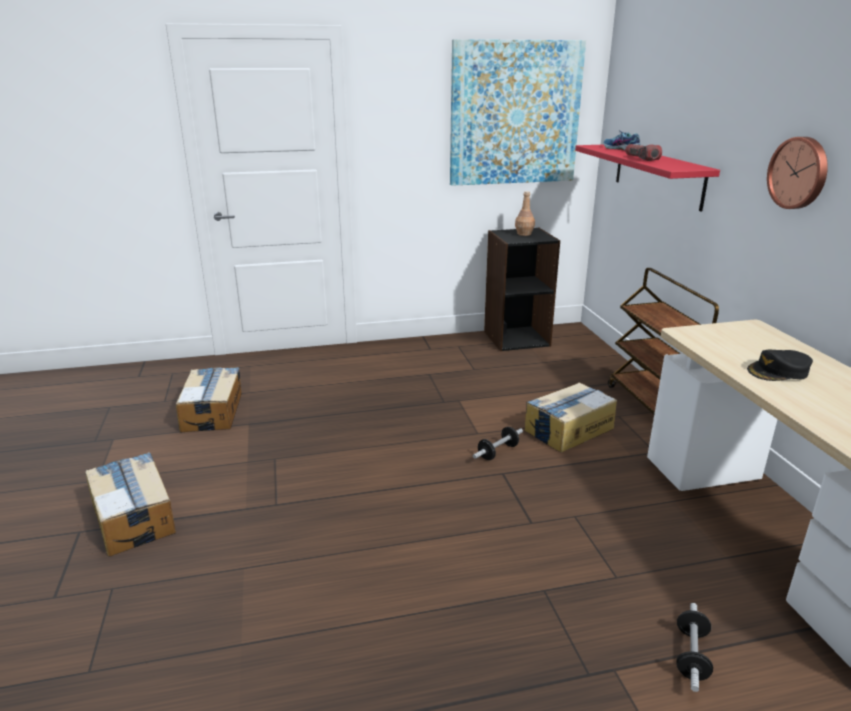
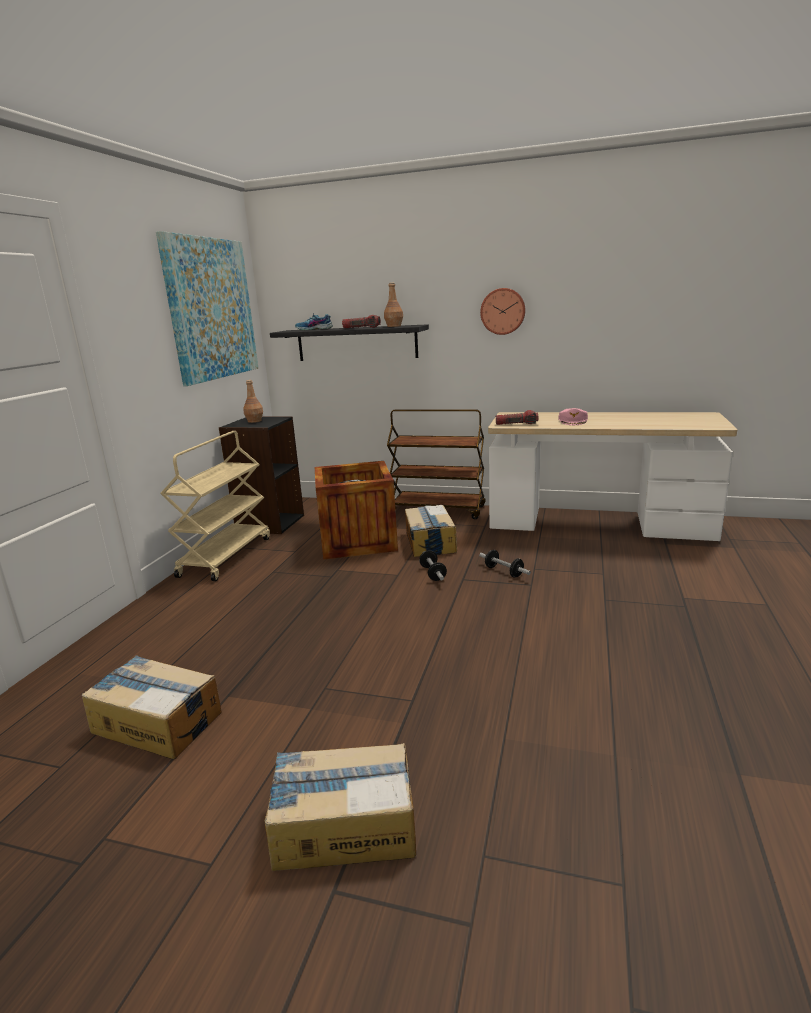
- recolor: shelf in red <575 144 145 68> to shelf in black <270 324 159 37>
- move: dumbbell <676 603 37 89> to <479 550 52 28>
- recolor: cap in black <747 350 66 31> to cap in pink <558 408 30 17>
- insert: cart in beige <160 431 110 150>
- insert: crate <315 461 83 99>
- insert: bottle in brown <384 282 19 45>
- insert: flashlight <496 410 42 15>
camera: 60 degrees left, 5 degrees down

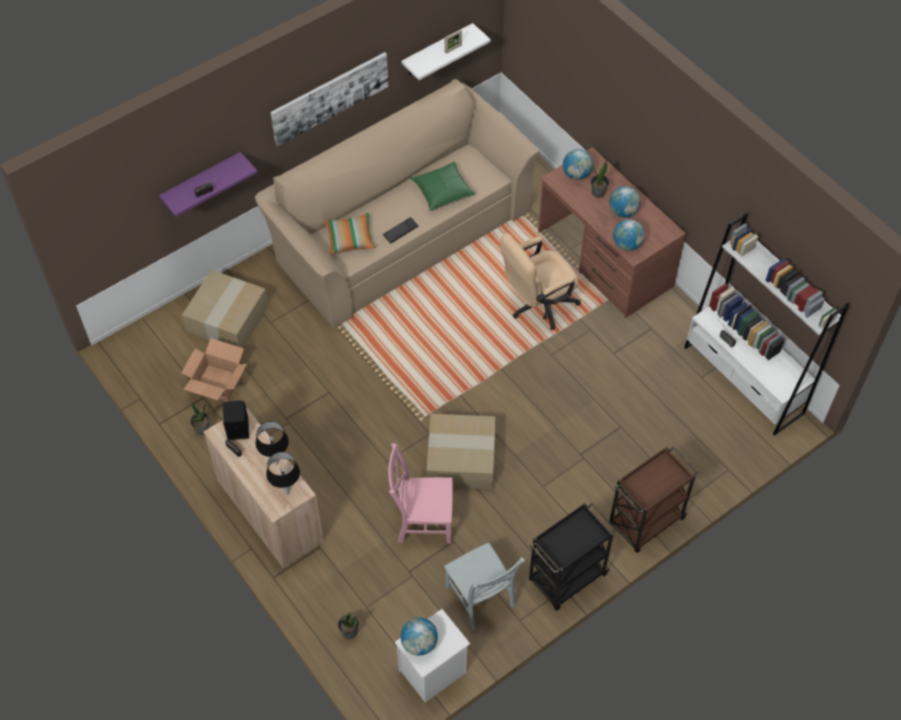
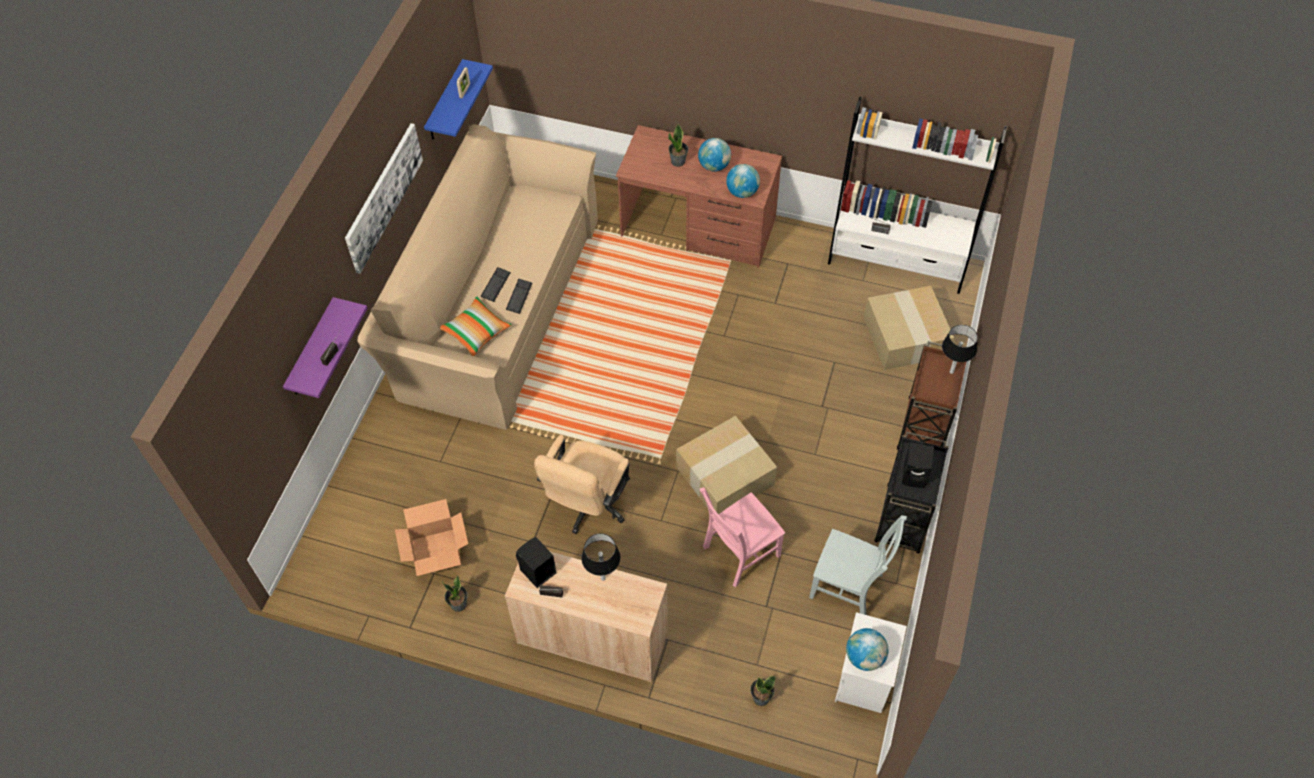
- move: cardboard box <182 270 87 78> to <864 286 90 84>
- move: table lamp in black <266 452 34 43> to <942 325 36 49>
- recolor: shelf in white <401 23 90 57> to shelf in blue <424 59 69 81>
- delete: pillow in green <410 162 65 49>
- move: office chair in beige <500 233 81 97> to <534 435 96 99>
- delete: globe <563 149 30 31>
- insert: keyboard <481 267 30 35>
- insert: speaker in black <902 442 32 46>
camera: 35 degrees left, 0 degrees up

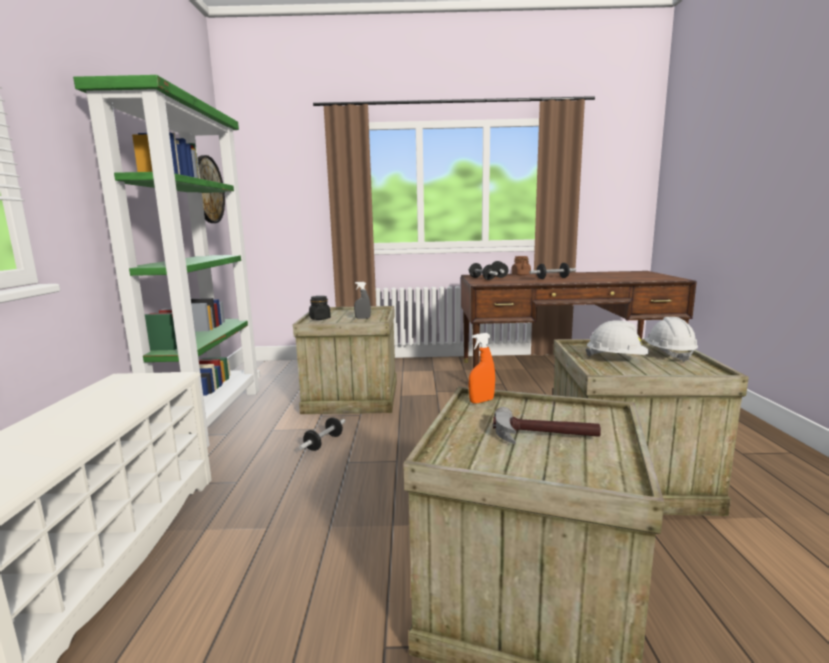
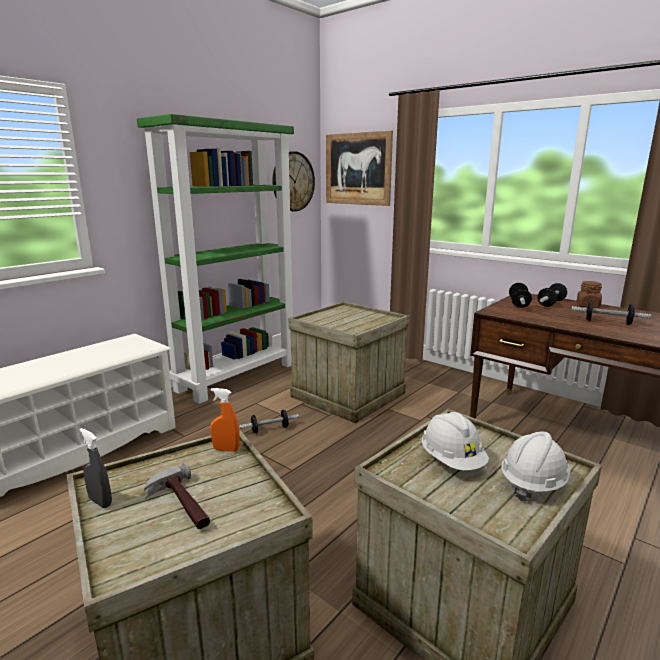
- delete: jar in black <309 296 22 24>
- move: spray bottle in grey <354 282 17 37> to <80 428 32 80>
- insert: picture <326 130 67 76>
camera: 40 degrees right, 5 degrees up

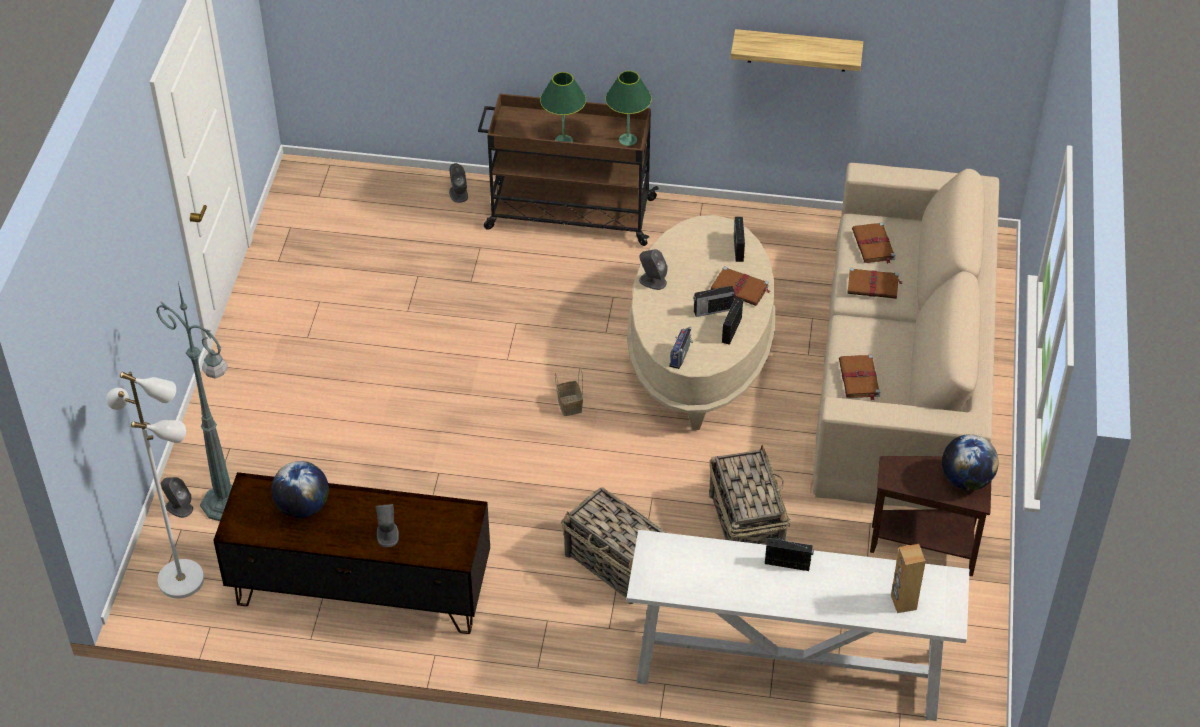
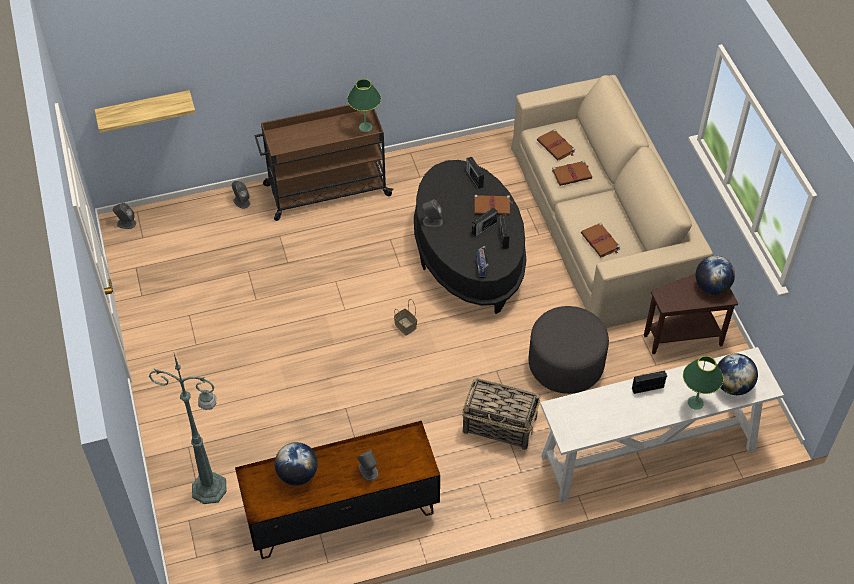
- delete: floor lamp in white <106 372 98 227>
- move: speaker in grey <161 477 32 41> to <113 203 23 26>
- move: table lamp in green <540 72 46 70> to <683 356 41 54>
- recolor: coffee table in beige <627 215 148 215> to coffee table in black <414 160 112 154>
- replace: basket <709 445 82 100> to ottoman in grey <529 306 80 88>
- move: shelf <731 29 132 43> to <95 90 101 43>
- replace: speaker in brown <891 544 35 69> to globe <718 354 40 41>
camera: 25 degrees left, 5 degrees up

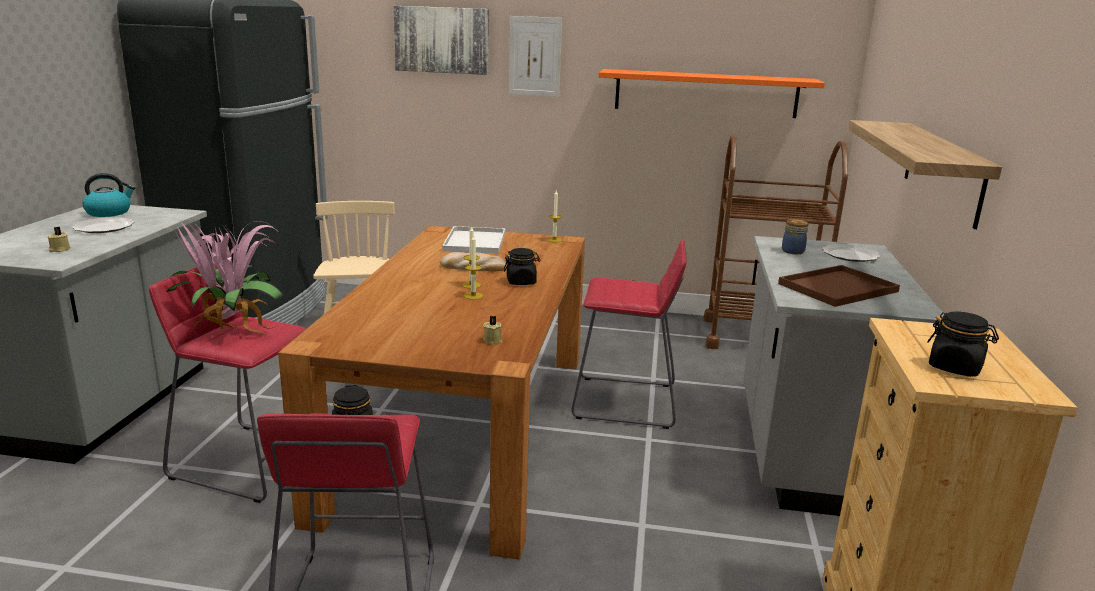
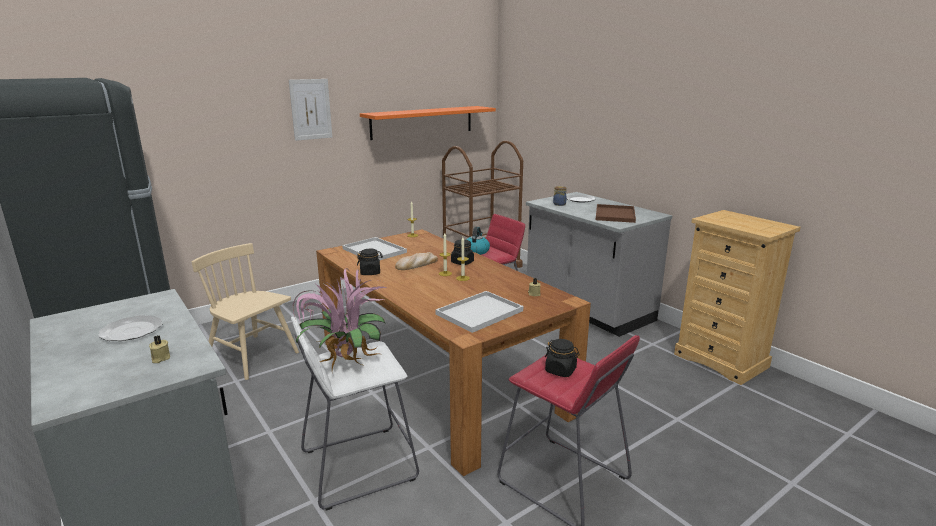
- move: kettle <82 173 53 44> to <466 227 24 28>
- recolor: stool in red <149 265 157 238> to stool in white <291 317 128 194>
- delete: picture <393 6 96 69>
- delete: shelf <848 120 154 109>
- move: jar in black <927 311 72 66> to <357 249 26 26>
- insert: tray in white <435 291 88 42>
camera: 45 degrees left, 0 degrees up

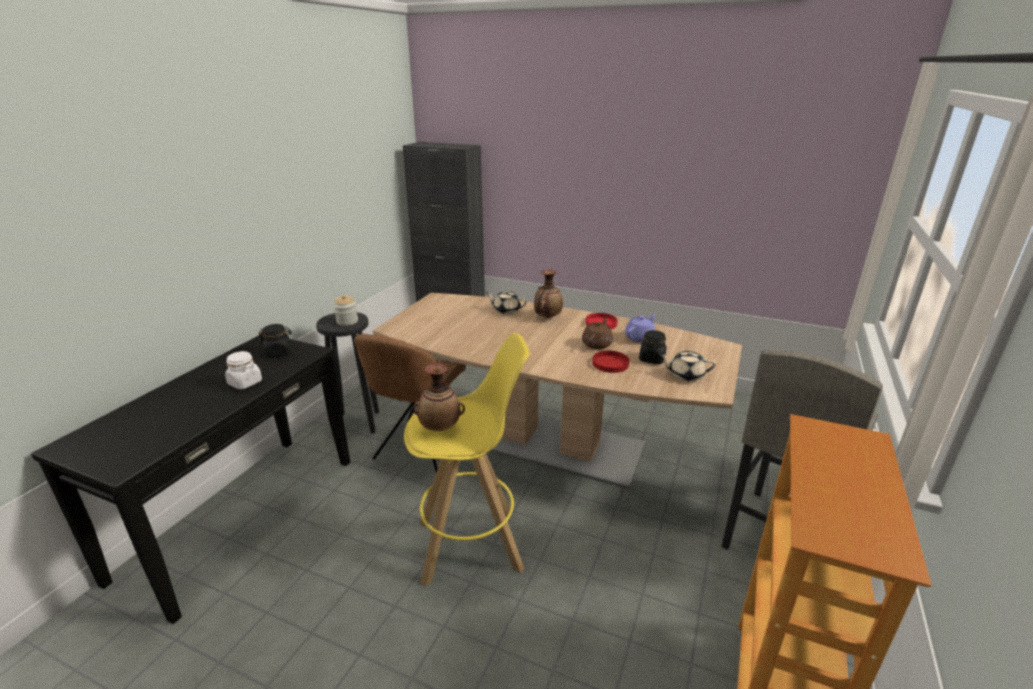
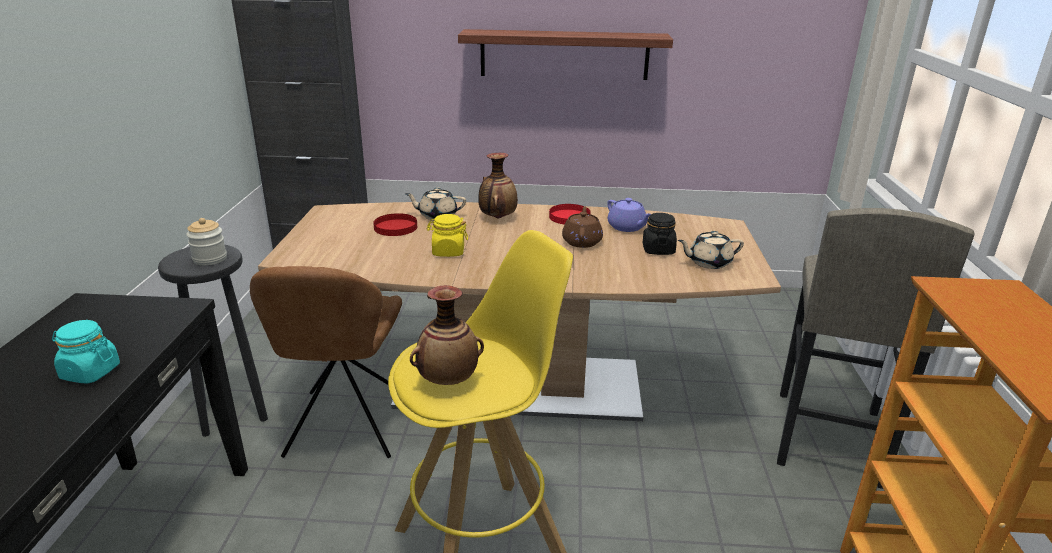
- recolor: jar in white <225 351 37 39> to jar in turquoise <52 320 68 64>
- delete: jar in black <259 324 33 33>
- move: plate in red <592 351 37 22> to <373 213 44 23>
- rotate: teapot in purple <625 314 31 29> = <607 198 44 34> 120 degrees clockwise
- insert: jar in yellow <427 214 41 43>
- insert: shelf <458 29 215 51>
camera: 20 degrees left, 0 degrees up

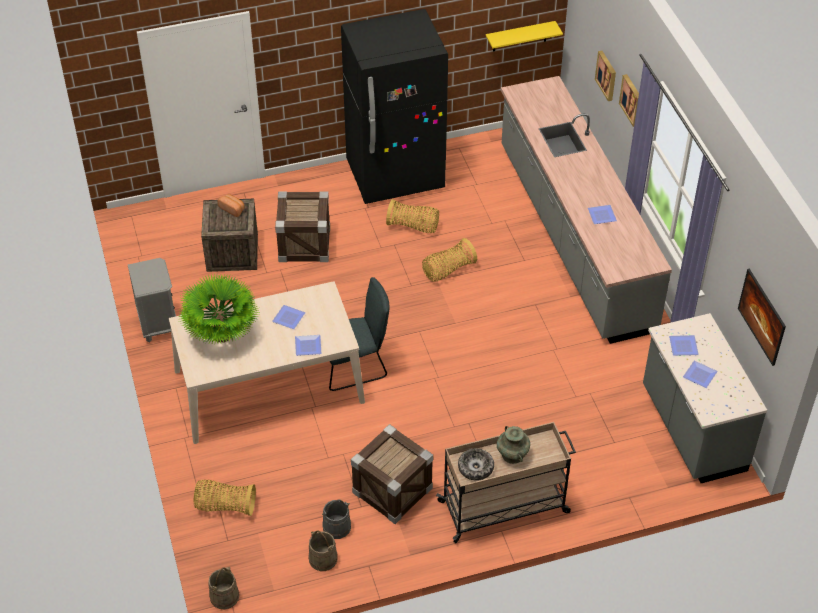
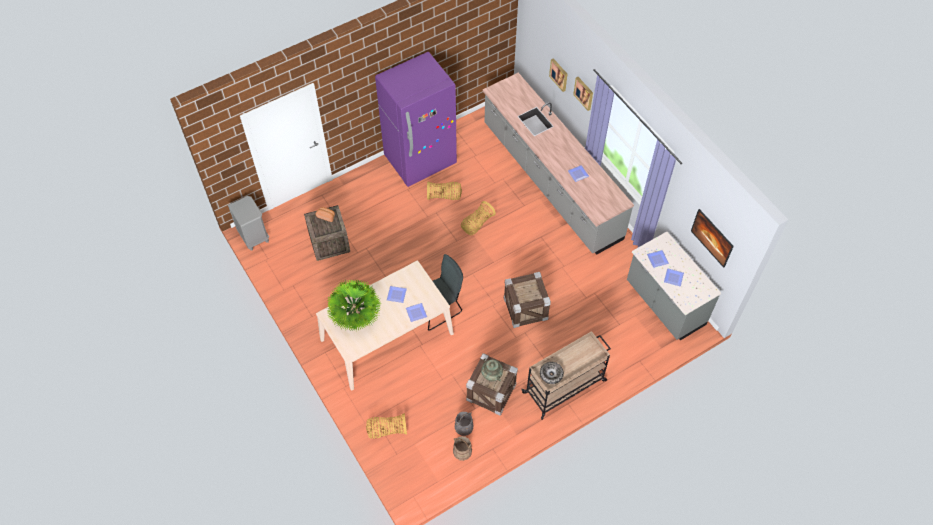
- move: nightstand in grey <128 258 48 84> to <228 196 41 54>
- delete: bucket in beige <208 567 31 42>
- move: crate <275 192 55 70> to <504 272 47 56>
- recolor: fridge in black <341 9 107 195> to fridge in purple <375 52 82 135>
- delete: shelf in yellow <486 21 77 31>
- move: vase in turquoise <497 426 33 38> to <481 358 22 24>
camera: 15 degrees left, 10 degrees up

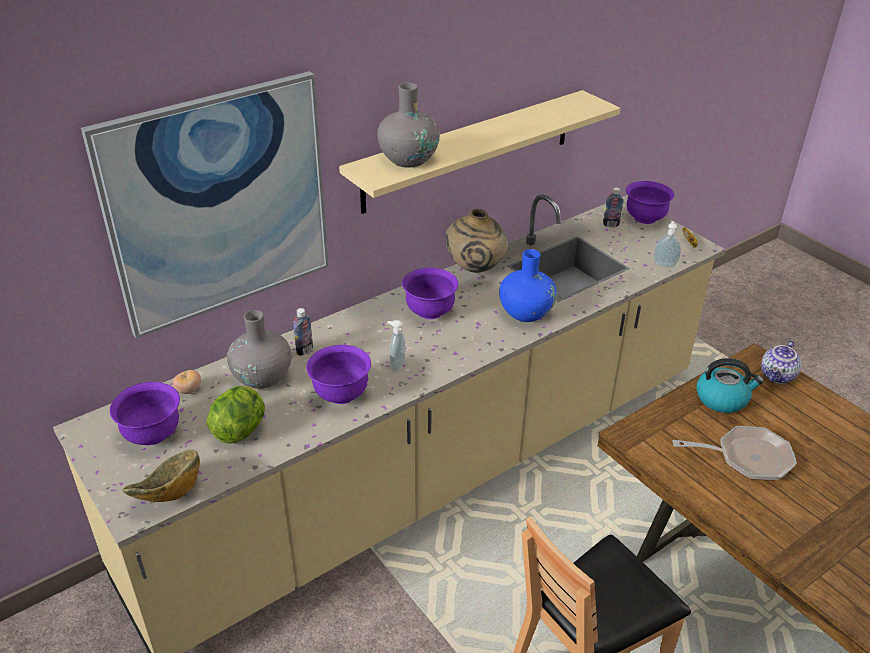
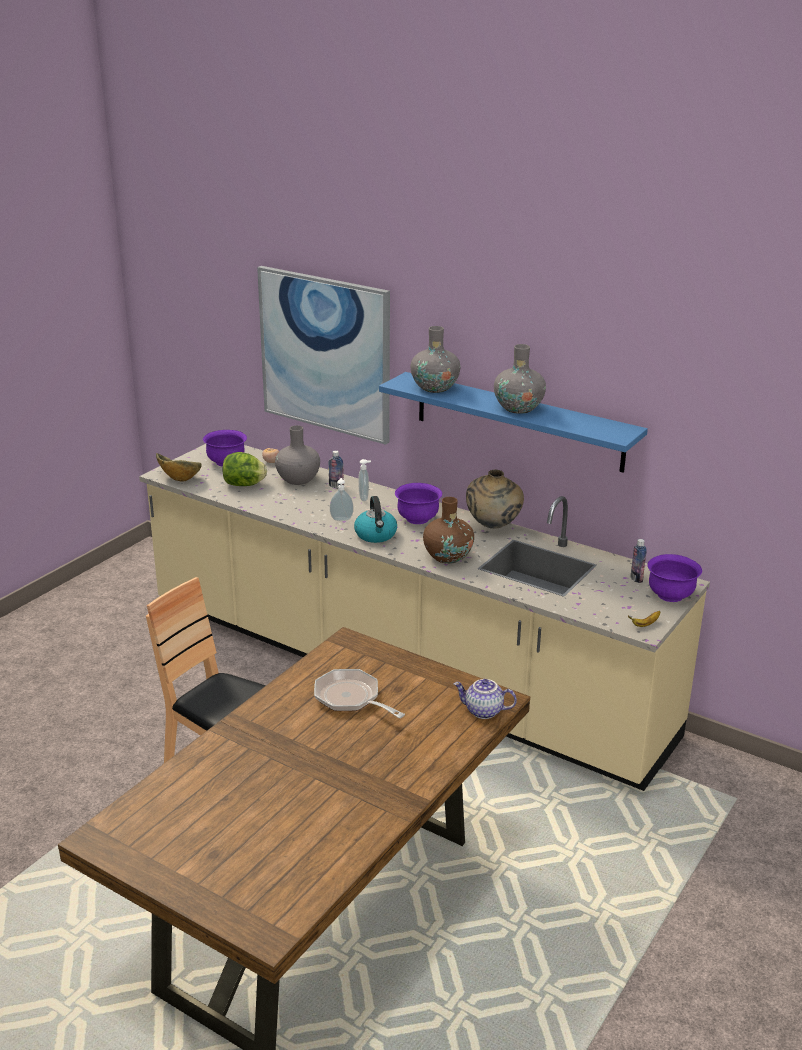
- delete: bowl in purple <306 345 65 59>
- recolor: shelf in beige <339 90 281 124> to shelf in blue <379 372 269 101>
- recolor: vase in blue <499 249 58 73> to vase in brown <423 497 51 67>
- move: soap dispenser <654 221 27 46> to <359 459 12 42>
- rotate: frying pan <673 426 124 55> = <314 669 91 49> 150 degrees clockwise
- move: kettle <696 358 68 55> to <354 496 43 47>
- insert: vase in grey <494 344 52 70>
camera: 70 degrees right, 10 degrees down

